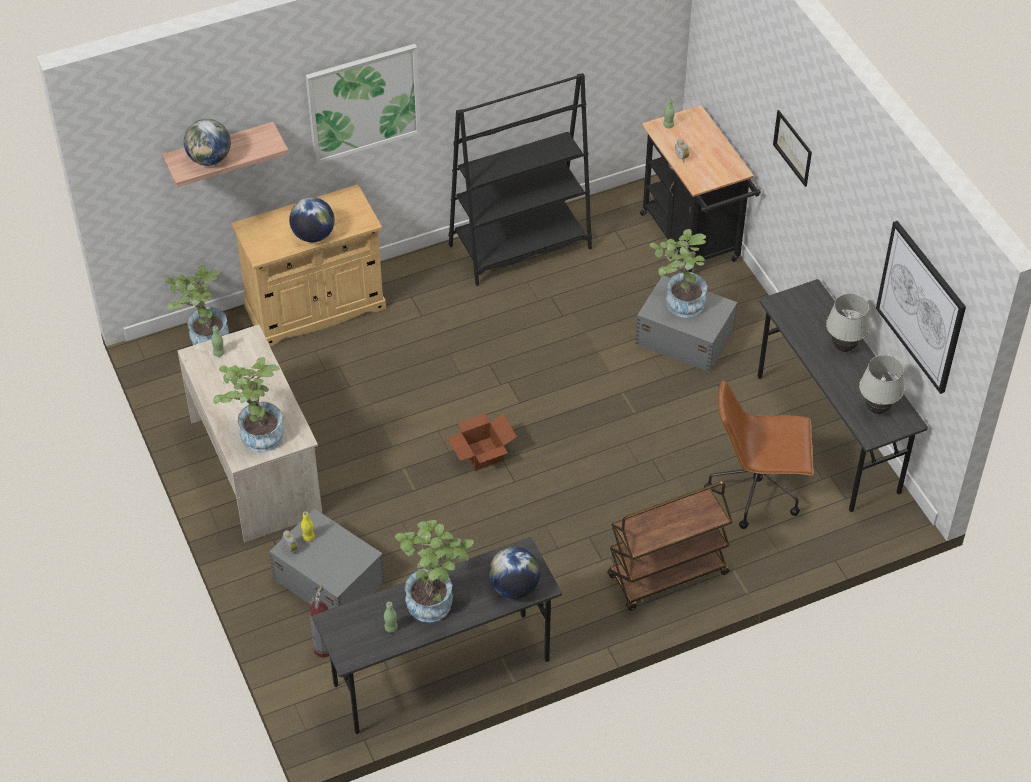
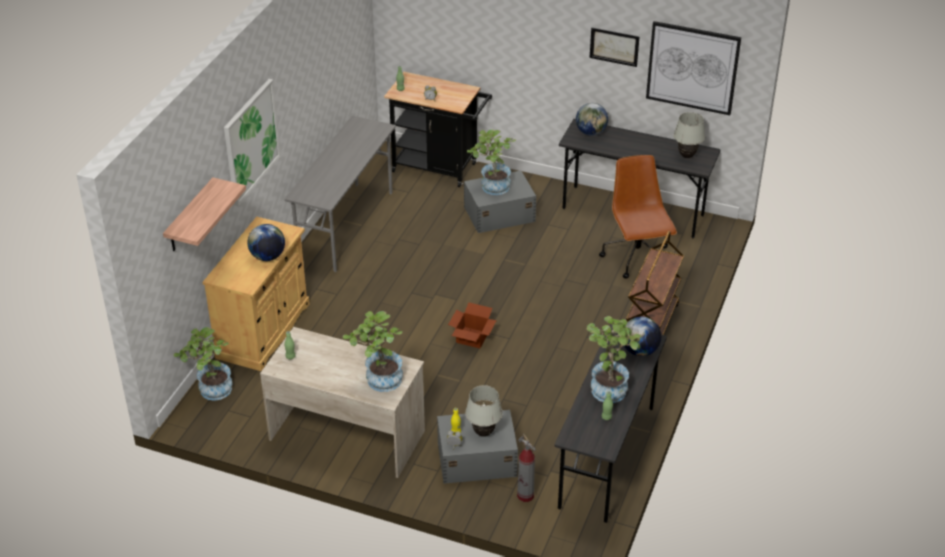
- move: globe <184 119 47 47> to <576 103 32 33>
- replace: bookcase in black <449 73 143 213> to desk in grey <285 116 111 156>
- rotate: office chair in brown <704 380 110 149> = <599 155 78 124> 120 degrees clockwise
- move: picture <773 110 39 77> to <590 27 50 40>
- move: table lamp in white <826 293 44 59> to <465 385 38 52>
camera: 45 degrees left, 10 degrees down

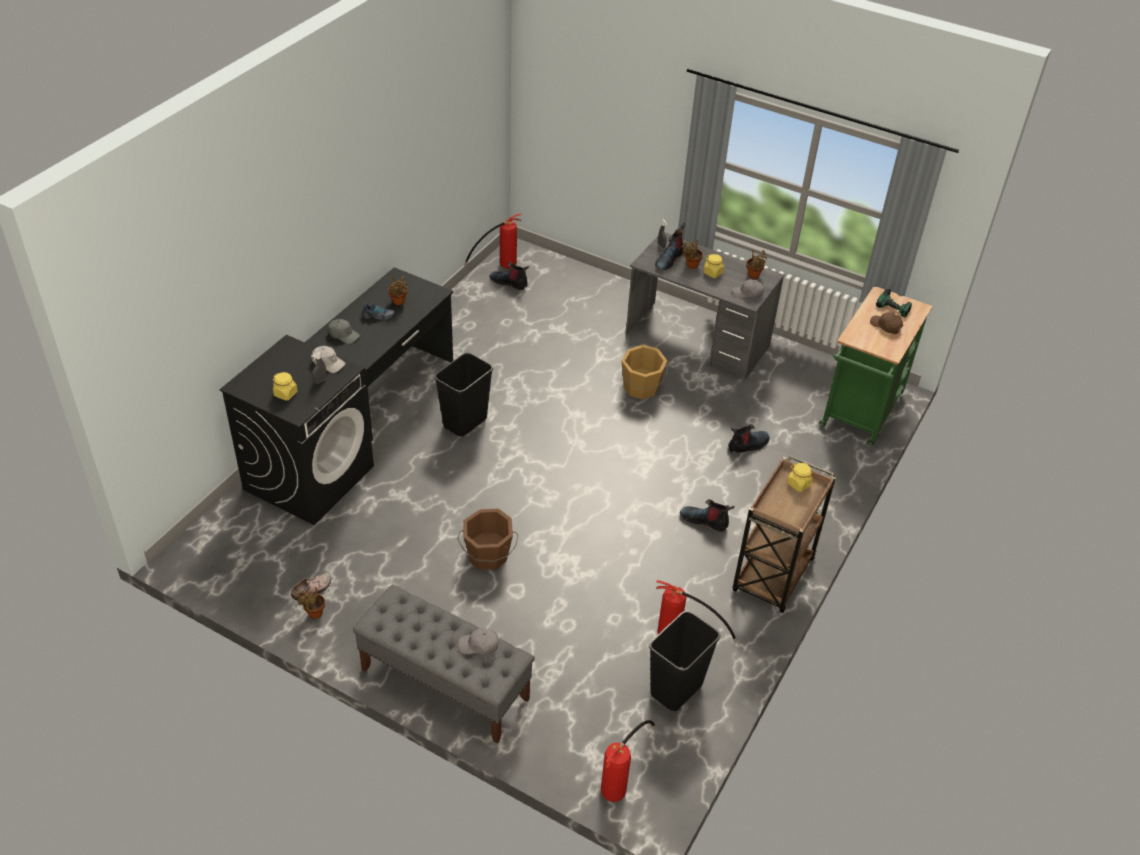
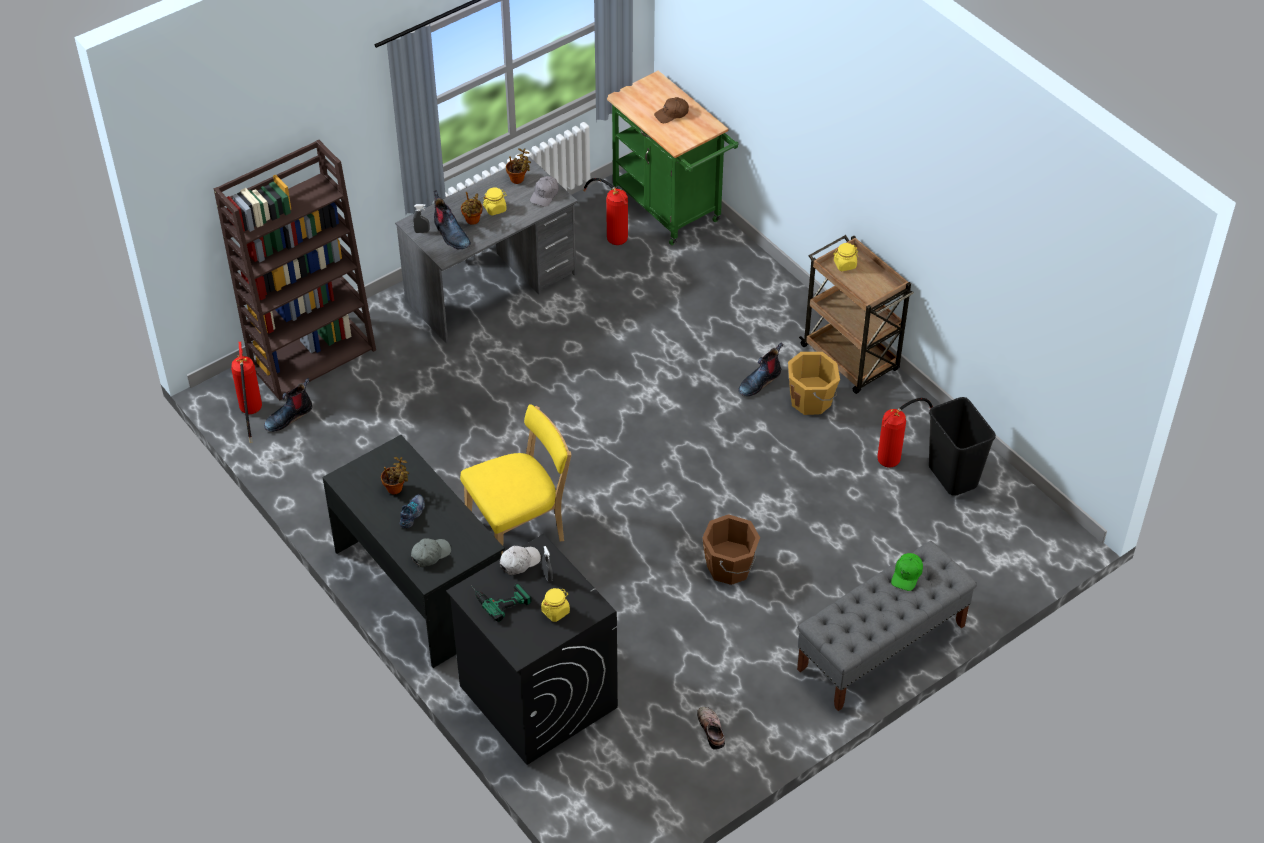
- delete: potted plant <295 587 30 32>
- replace: trash can in black <434 352 59 85> to chair in yellow <460 404 111 150>
- recolor: cap in grey <458 628 41 26> to cap in green <891 553 32 38>
- move: fire extinguisher <601 720 54 82> to <583 178 45 67>
- move: bucket in orange <621 345 47 54> to <788 352 52 63>
- delete: boot <728 424 42 29>
- move: power drill <876 289 36 28> to <472 583 60 39>
- insert: bookcase in brown <214 140 162 260>
camera: 65 degrees left, 5 degrees up

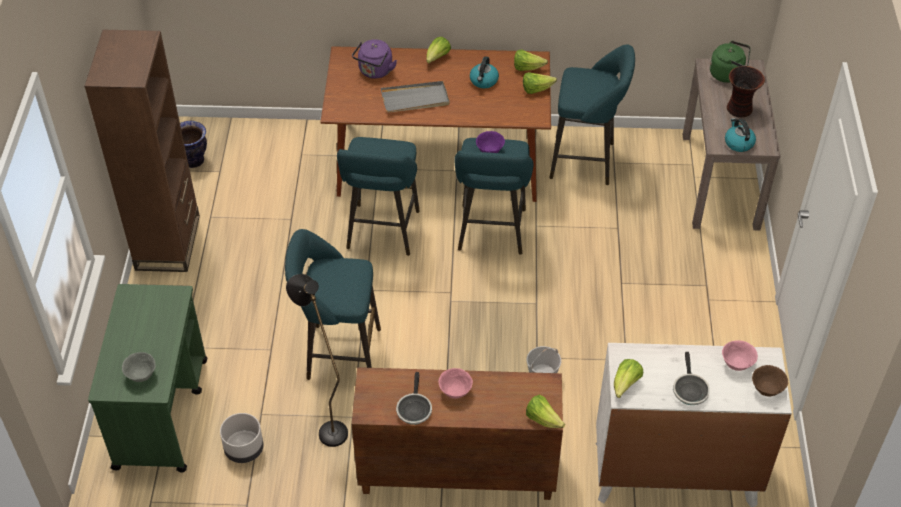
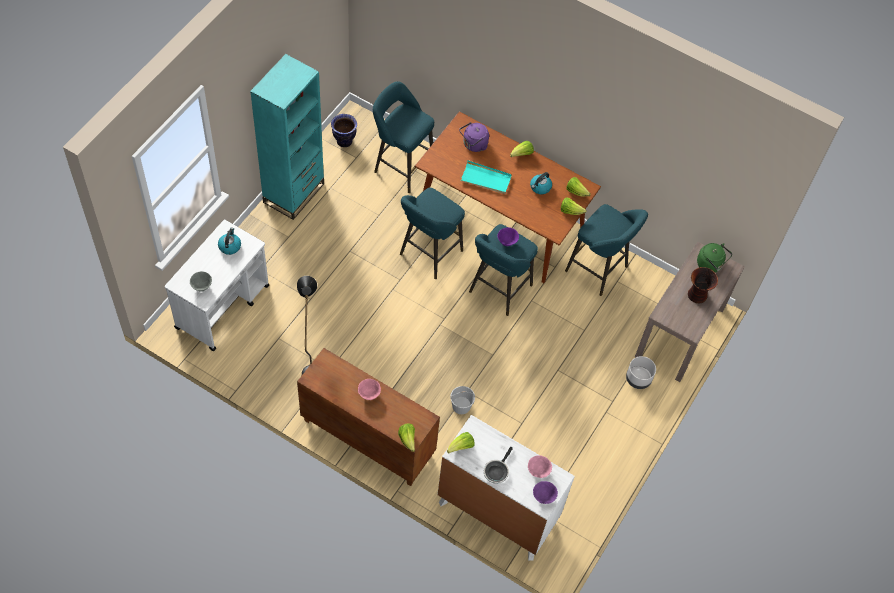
- recolor: bookcase in brown <84 30 116 242> to bookcase in turquoise <250 54 74 166>
- recolor: cart in green <88 284 119 188> to cart in white <165 220 104 131>
- move: planter in grey <220 413 44 50> to <626 356 30 33>
- move: stool in turquoise <285 229 96 151> to <373 81 61 112>
- recolor: tray in grey <381 81 69 32> to tray in turquoise <460 160 52 34>
- delete: frying pan <396 372 36 53>
- move: kettle <725 118 31 34> to <218 228 23 27>
- recolor: bowl in brown <752 365 36 32> to bowl in purple <533 481 25 23>
camera: 25 degrees right, 10 degrees up

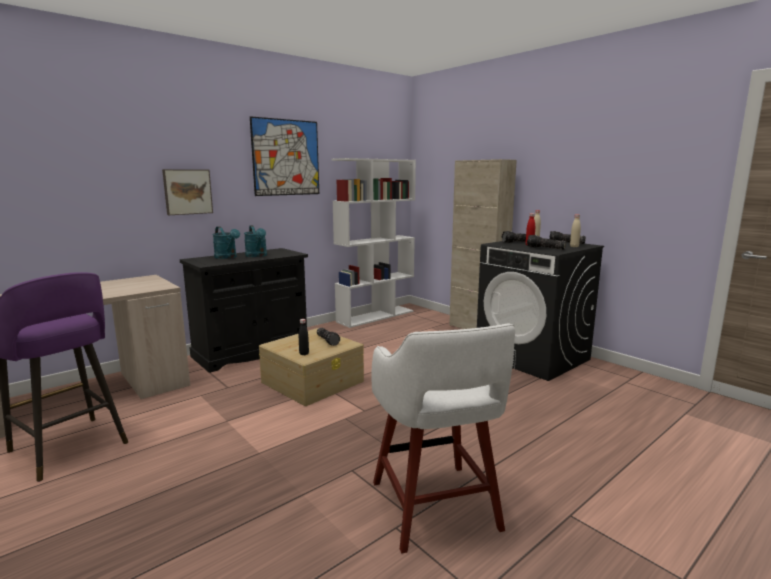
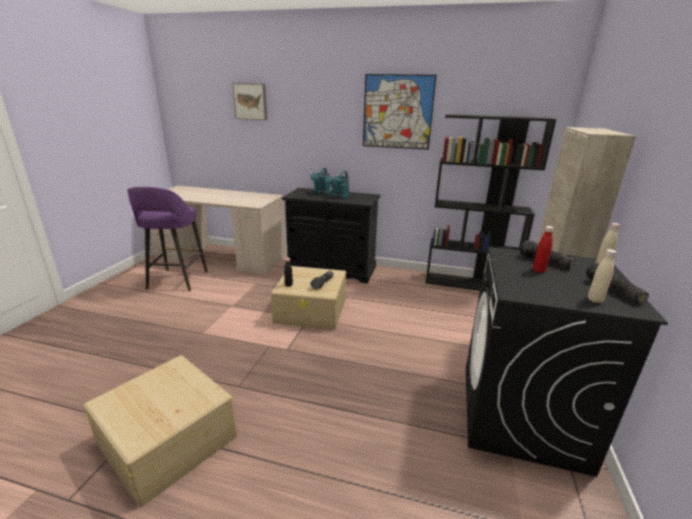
- move: picture <162 169 51 46> to <232 83 35 37>
- recolor: bookcase in white <331 158 85 170> to bookcase in black <426 114 131 177>
- replace: stool in white <371 323 144 230> to storage box in beige <84 355 153 152>
- delete: flashlight <527 235 39 15>
camera: 55 degrees right, 10 degrees up

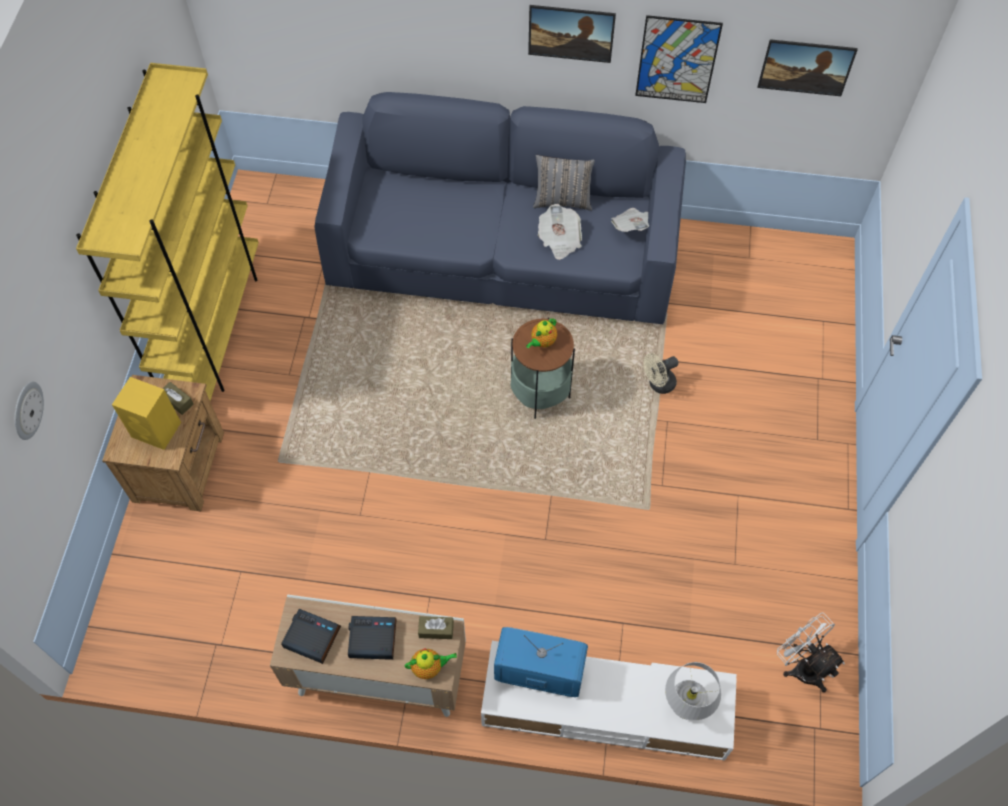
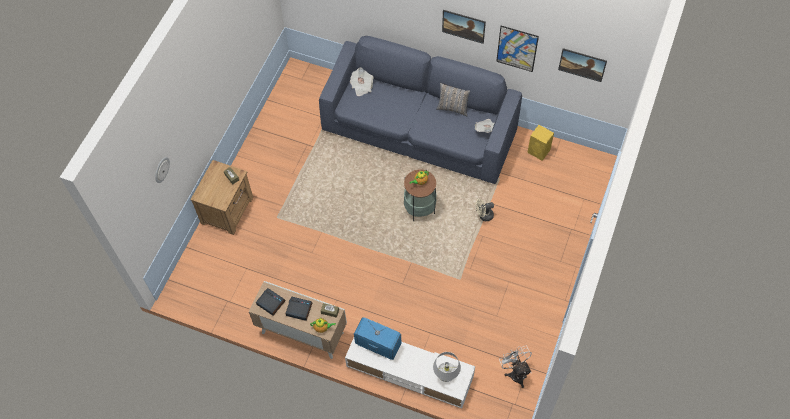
- delete: bookcase in yellow <76 63 183 338>
- move: speaker in yellow <112 377 69 73> to <527 125 27 36>
- move: newspaper <538 204 44 56> to <350 67 23 29>
camera: 15 degrees right, 0 degrees up

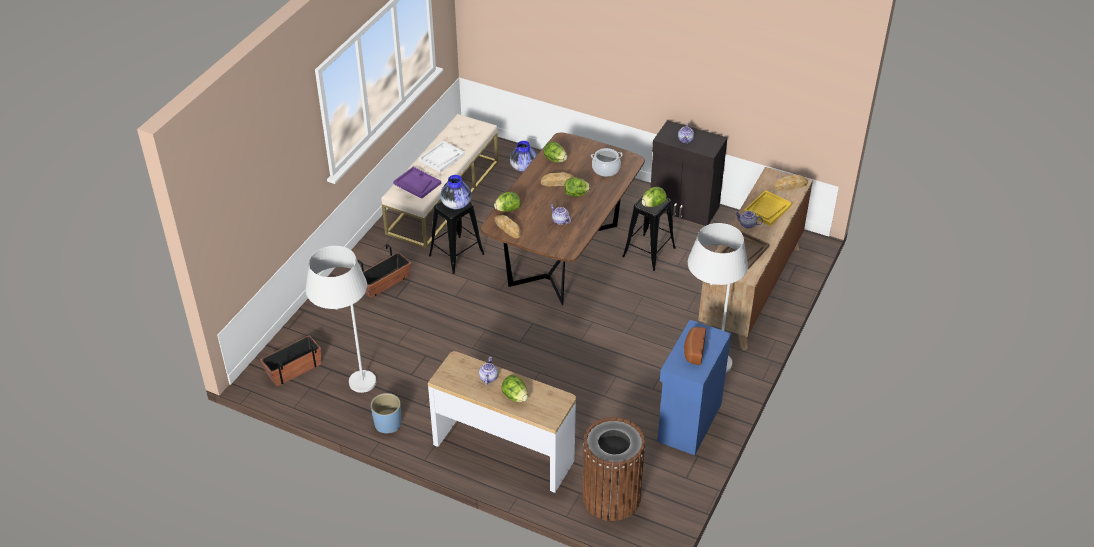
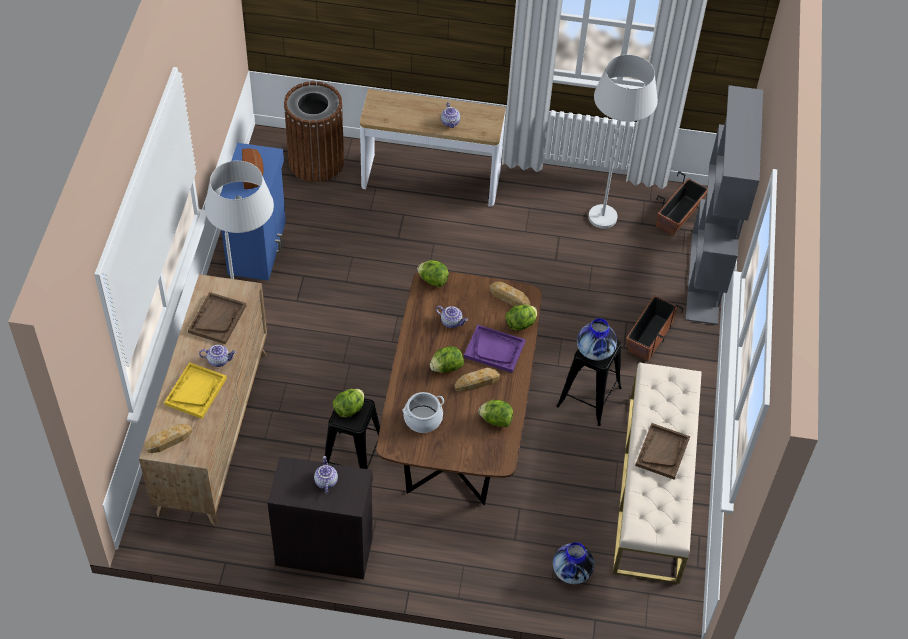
- delete: planter in blue <371 393 30 40>
- move: tray in purple <393 167 48 32> to <464 324 62 49>
- recolor: tray in white <419 141 46 31> to tray in brown <635 423 55 57>
- move: lettuce <501 375 27 27> to <417 260 32 27>
- insert: bookcase in grey <685 85 78 240>
camera: 160 degrees right, 10 degrees up

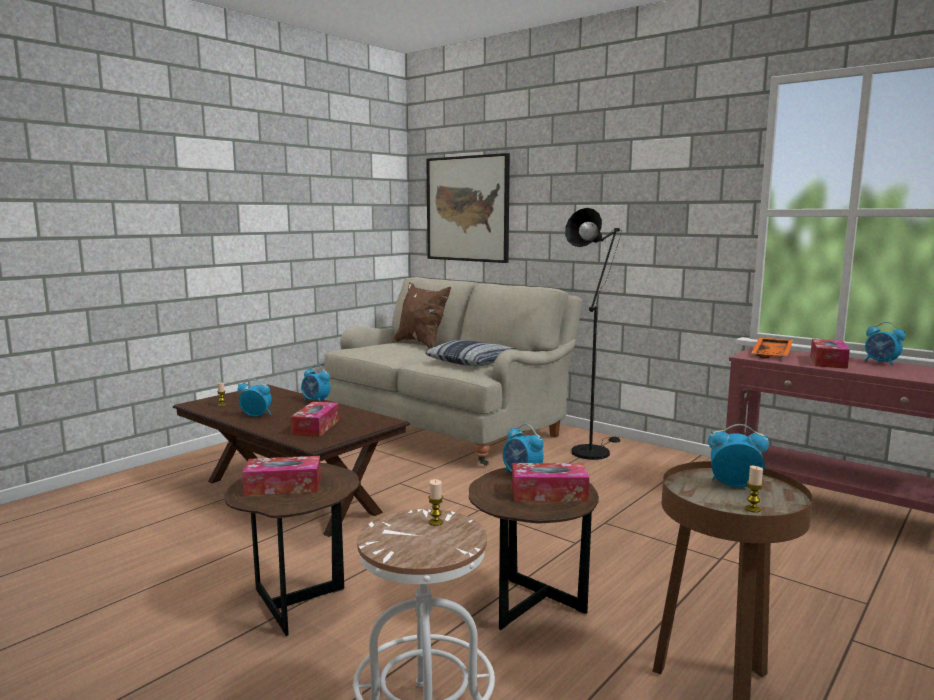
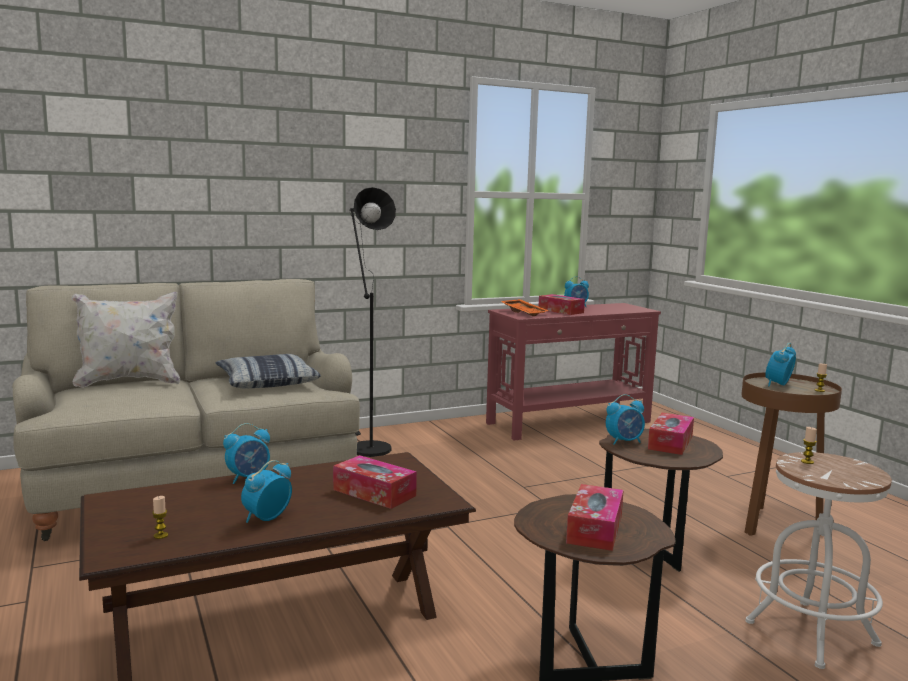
- recolor: pillow in brown <394 282 57 67> to pillow in white <72 292 108 96>
- delete: picture <426 153 84 110>
camera: 65 degrees left, 0 degrees up

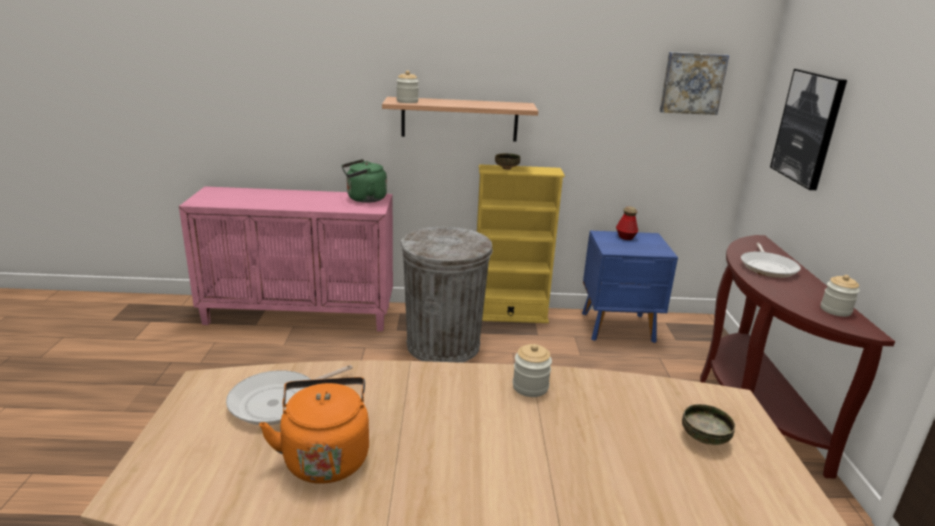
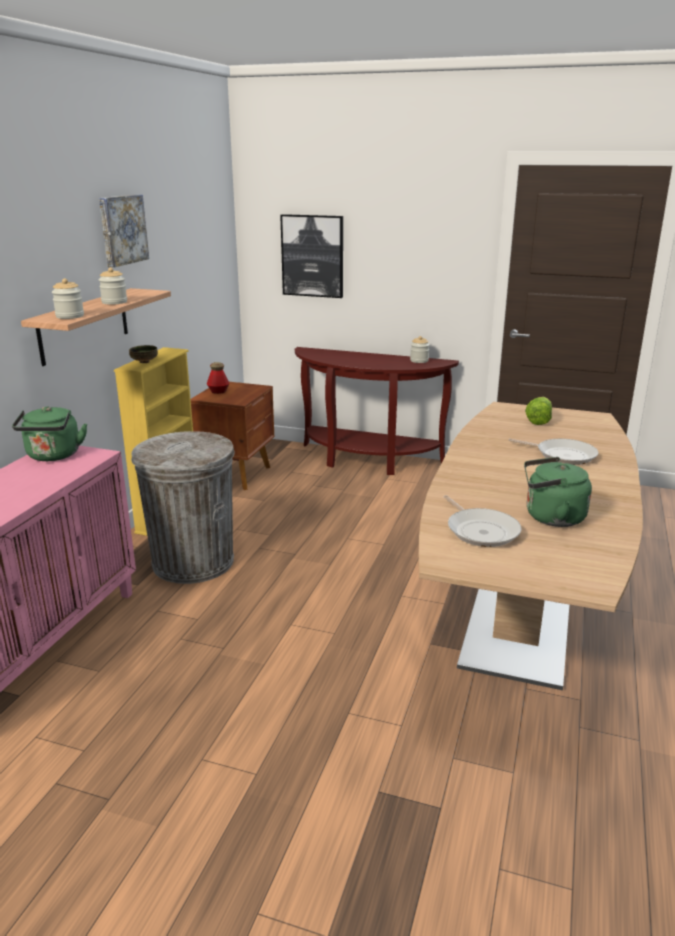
- recolor: kettle in orange <259 377 110 107> to kettle in green <524 457 68 70>
- move: jar <513 344 39 53> to <99 267 28 38>
- recolor: nightstand in blue <582 231 96 112> to nightstand in brown <191 382 84 108>
- move: picture <660 52 69 63> to <99 194 50 73>
- replace: bowl <682 404 53 41> to lettuce <525 397 27 28>
- move: frying pan <741 243 60 35> to <508 438 90 27>
camera: 70 degrees left, 0 degrees up

